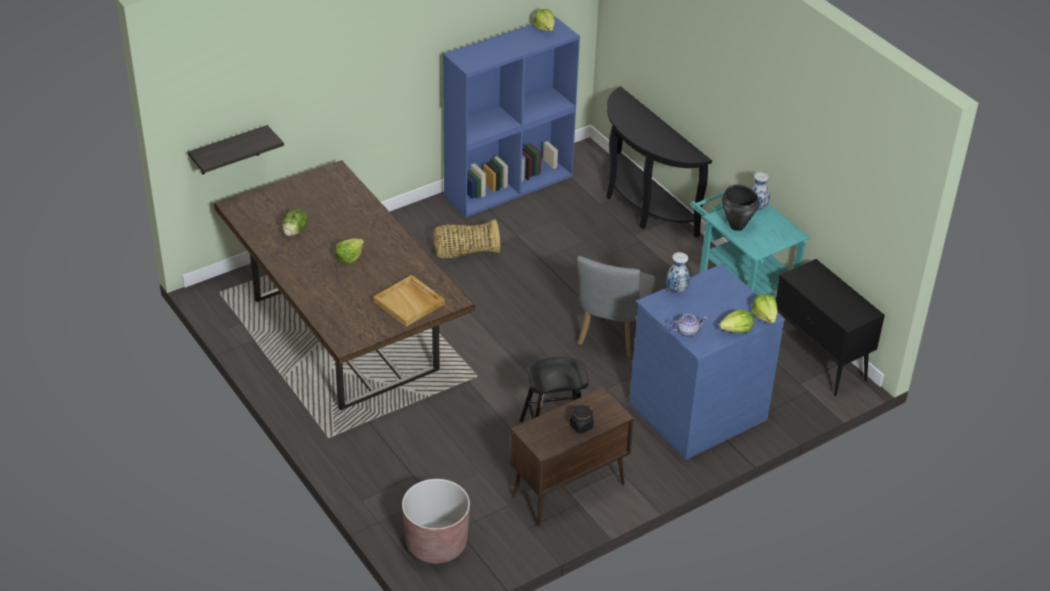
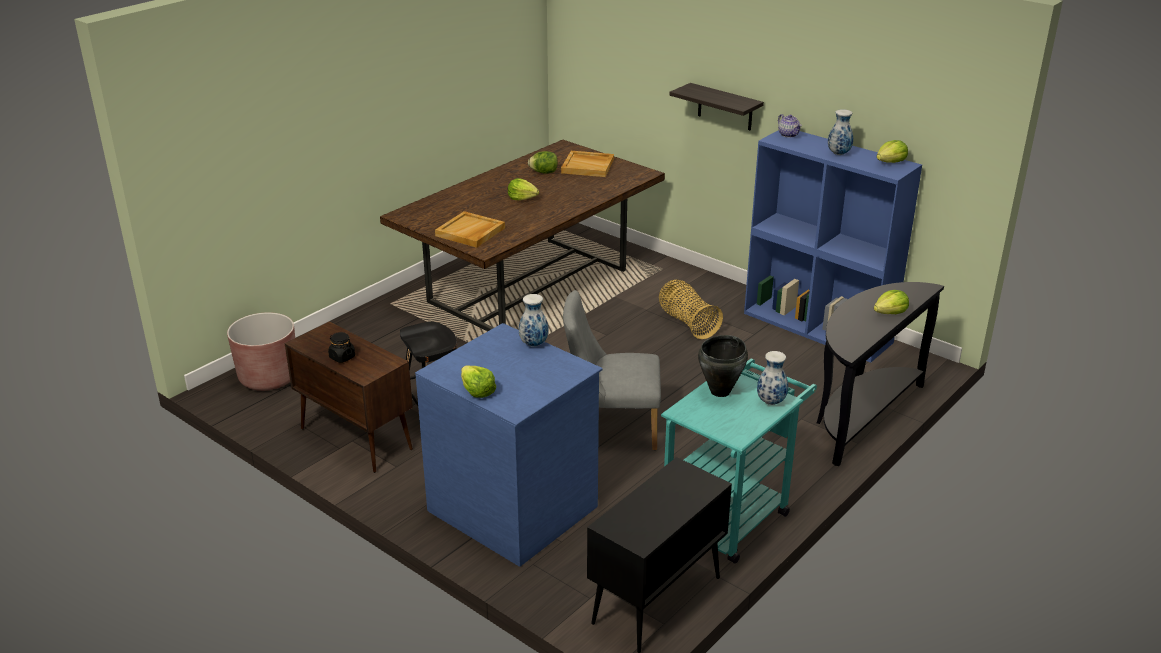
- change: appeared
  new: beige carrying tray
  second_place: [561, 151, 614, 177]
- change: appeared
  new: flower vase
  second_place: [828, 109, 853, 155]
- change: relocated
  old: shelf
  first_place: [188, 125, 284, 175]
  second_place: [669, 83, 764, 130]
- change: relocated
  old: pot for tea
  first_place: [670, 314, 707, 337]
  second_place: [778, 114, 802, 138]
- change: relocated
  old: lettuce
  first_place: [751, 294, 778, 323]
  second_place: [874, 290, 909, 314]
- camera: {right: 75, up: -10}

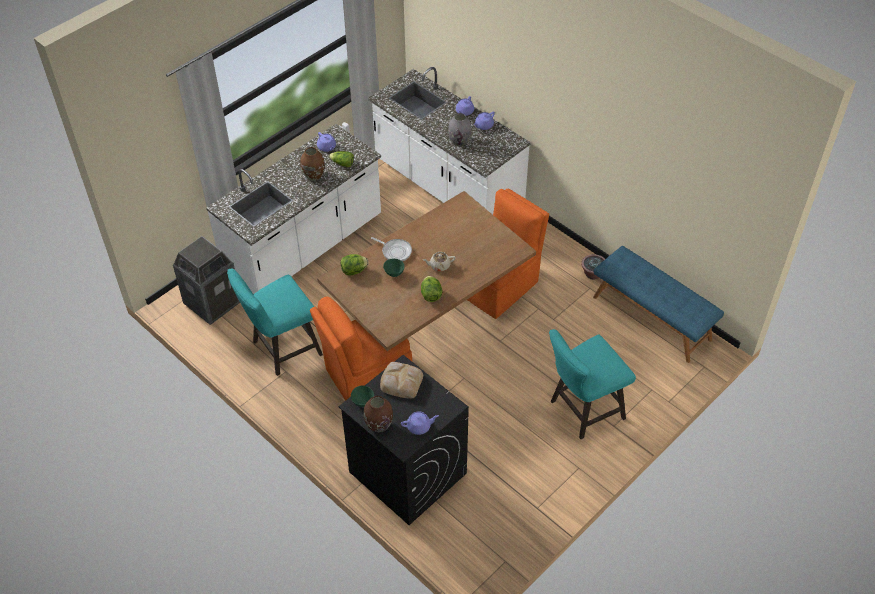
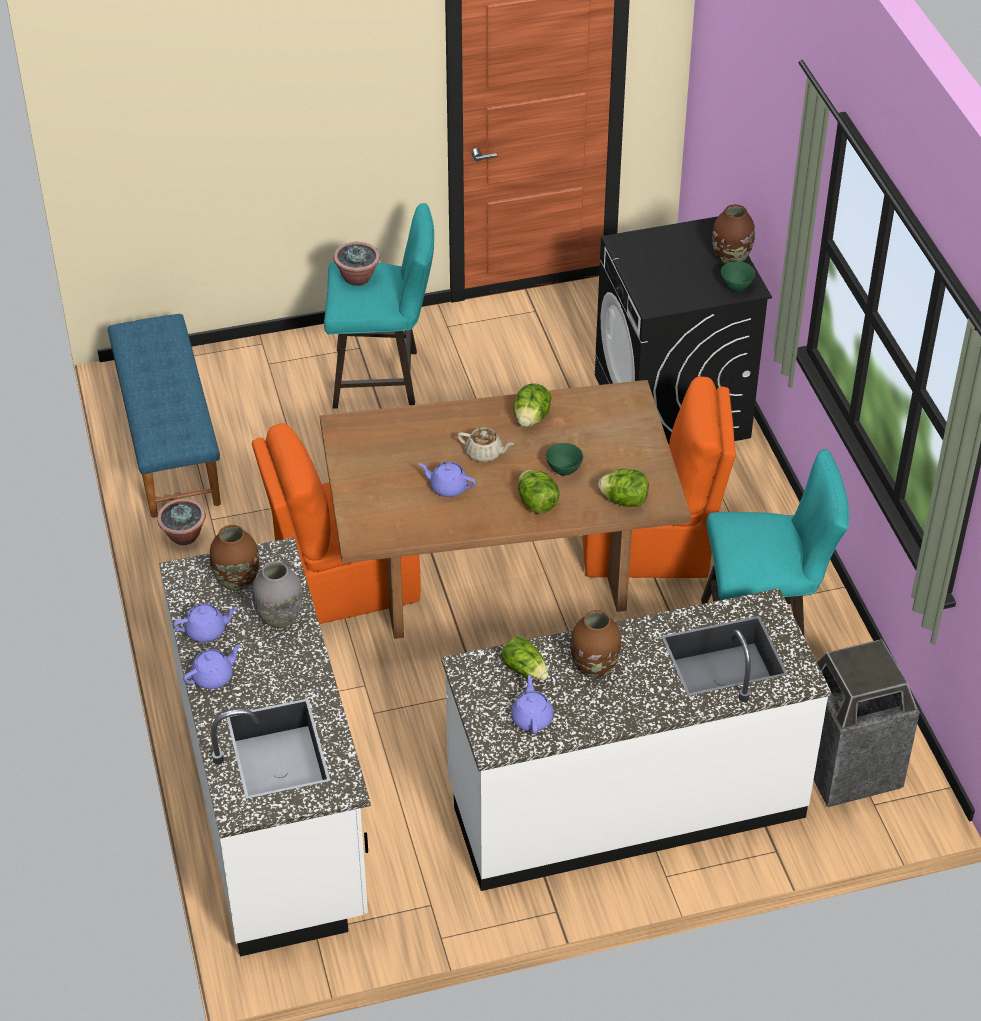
- change: missing
  old: baked bread
  first_place: [380, 362, 423, 399]
- change: appeared
  new: brownish flower vase
  second_place: [210, 525, 259, 591]
- change: appeared
  new: potted plant
  second_place: [333, 242, 380, 286]
- change: relocated
  old: purplish pot for tea
  first_place: [401, 411, 439, 435]
  second_place: [419, 462, 476, 497]
- change: exchanged
  old: frying pan
  new: lettuce
  first_place: [371, 237, 412, 261]
  second_place: [518, 470, 559, 514]
- camera: {right: -150, up: -5}

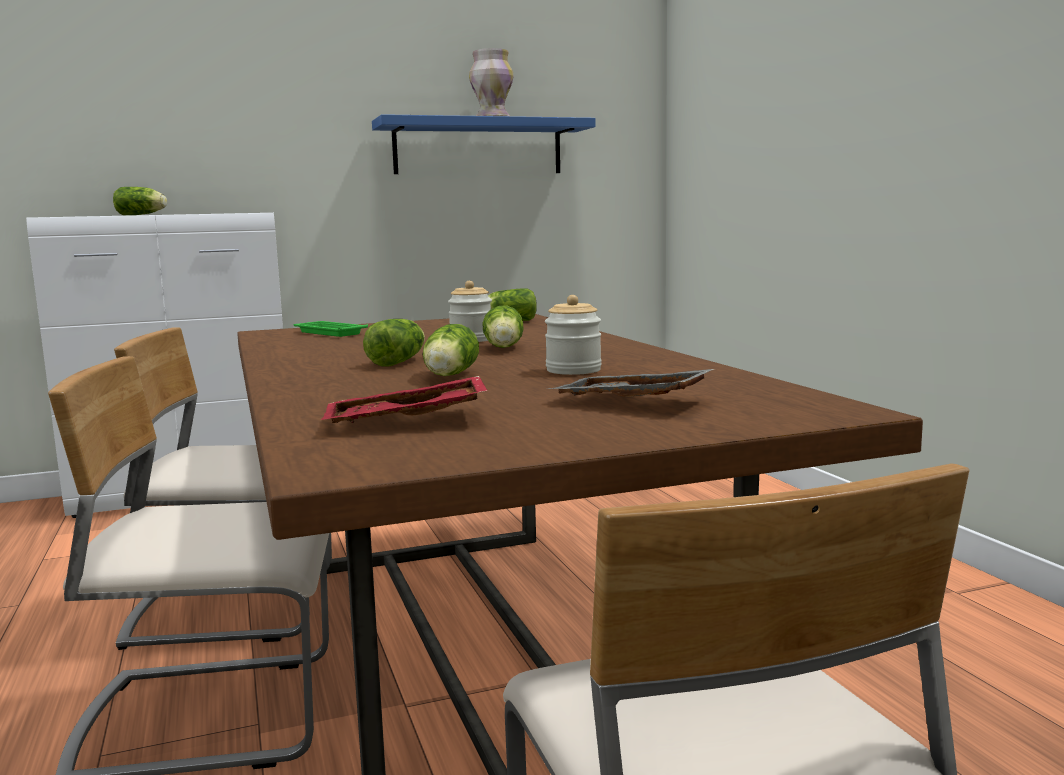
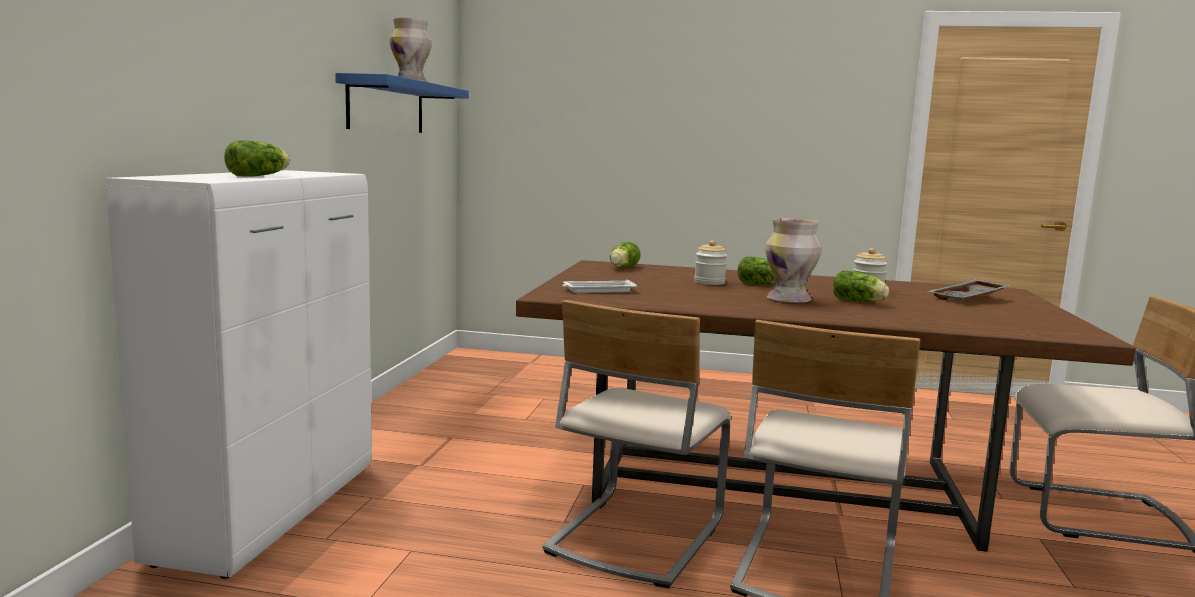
- change: missing
  old: red-coloured carrying tray
  first_place: [321, 376, 488, 423]
- change: exchanged
  old: lettuce
  new: flower vase
  first_place: [363, 319, 425, 367]
  second_place: [765, 218, 822, 303]
- change: colour
  old: green carrying tray
  new: whitish carrying tray
  first_place: [293, 321, 368, 337]
  second_place: [562, 280, 637, 293]
- camera: {right: -60, up: 0}

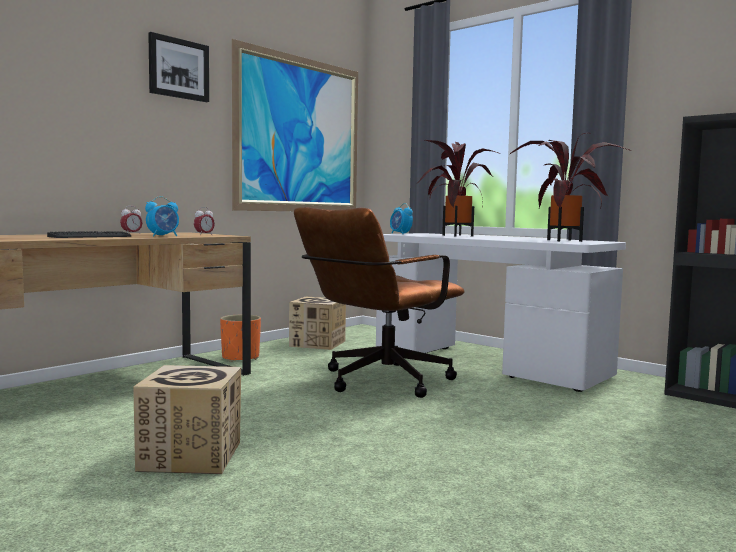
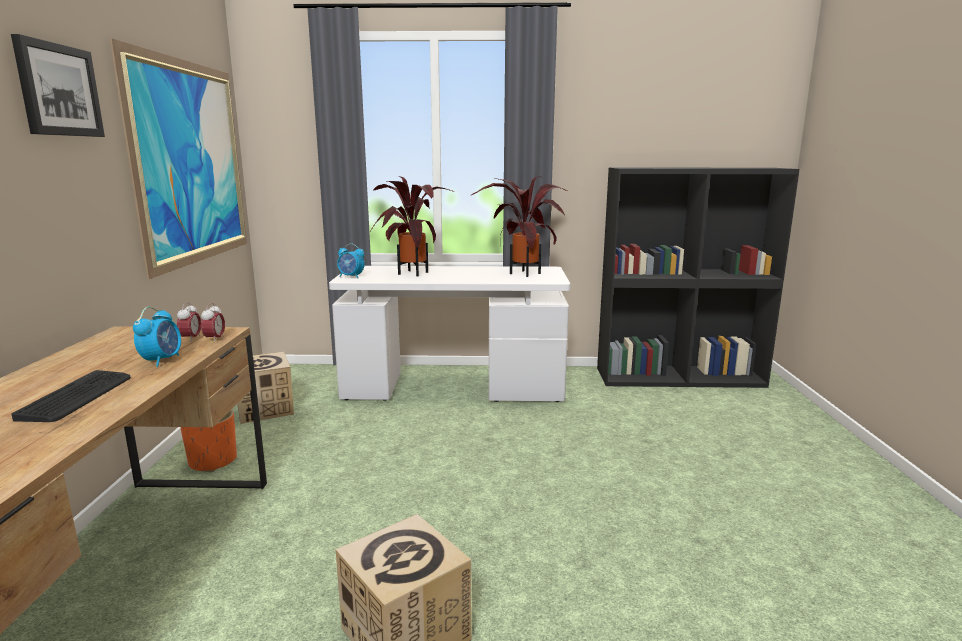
- change: missing
  old: brownish desk chair
  first_place: [294, 207, 465, 398]
- change: relocated
  old: alarm clock
  first_place: [120, 206, 143, 234]
  second_place: [201, 303, 225, 343]
- camera: {right: -40, up: 10}

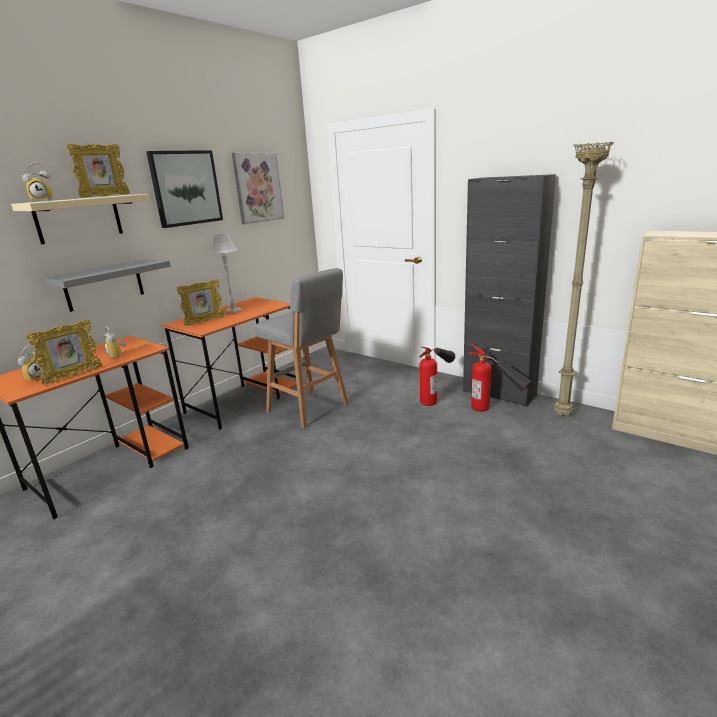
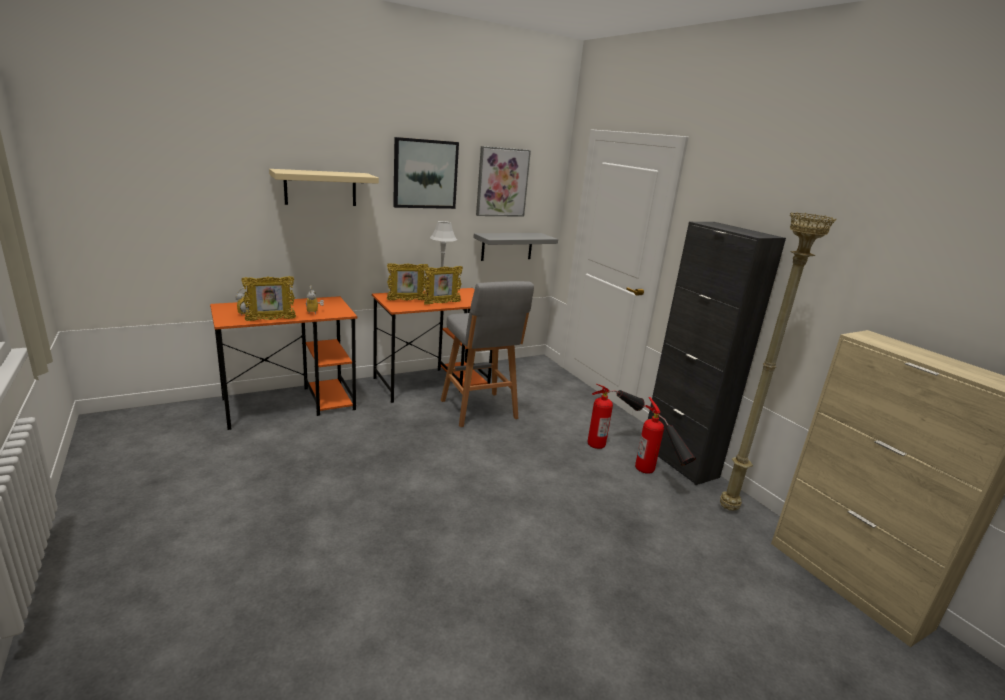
- change: missing
  old: alarm clock
  first_place: [22, 163, 54, 202]
- change: relocated
  old: gray shelf
  first_place: [44, 258, 171, 312]
  second_place: [473, 233, 558, 261]
- change: relocated
  old: photo frame
  first_place: [66, 144, 130, 198]
  second_place: [424, 266, 463, 305]
- camera: {right: 20, up: 0}

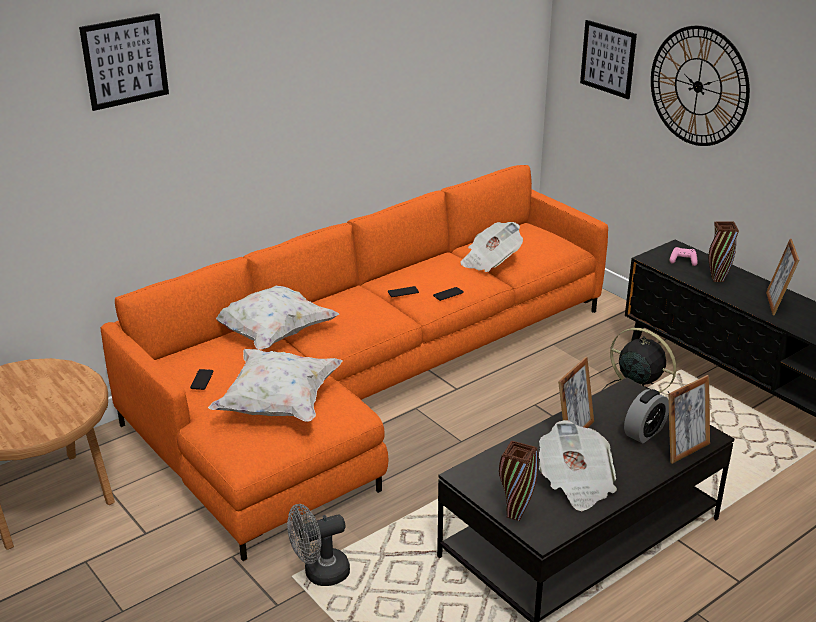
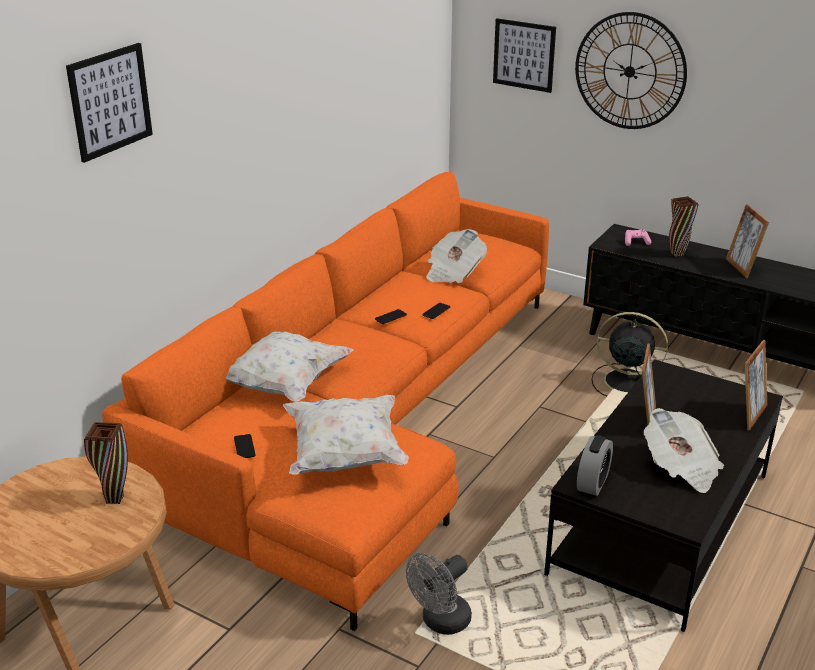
- change: relocated
  old: brownish flower vase
  first_place: [499, 441, 538, 521]
  second_place: [84, 422, 128, 504]
- change: relocated
  old: alarm clock
  first_place: [624, 389, 669, 444]
  second_place: [577, 435, 613, 496]
- camera: {right: -20, up: 0}

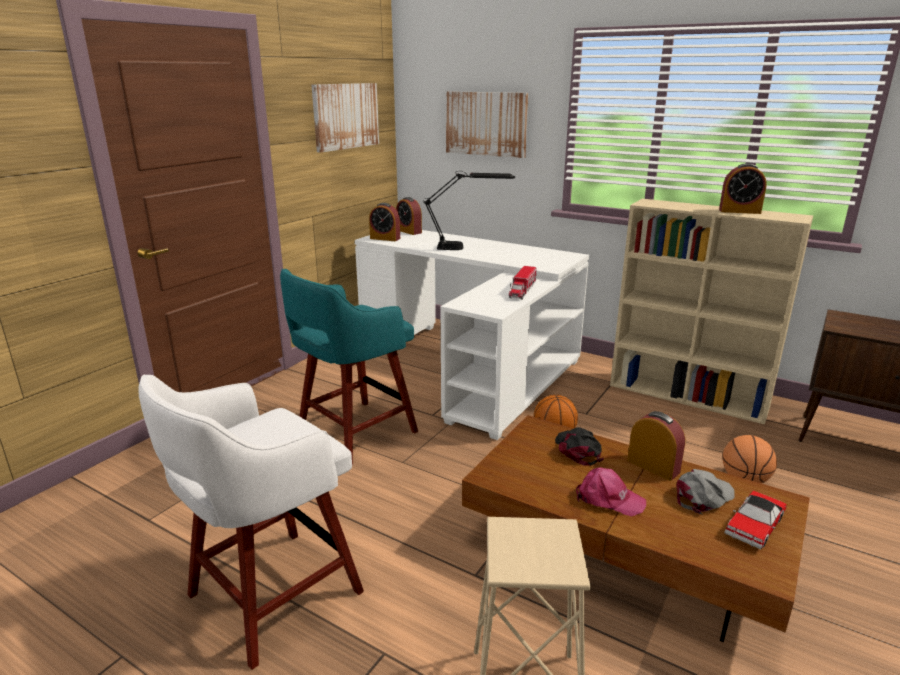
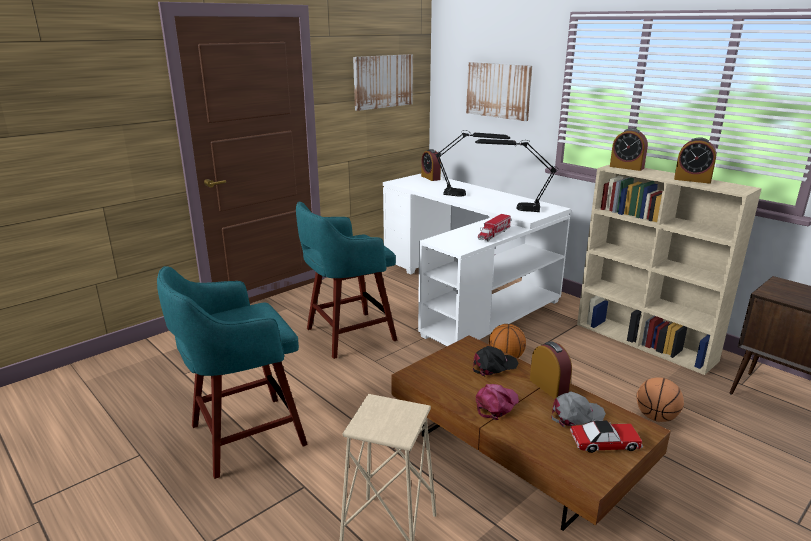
- change: appeared
  new: black-coloured table lamp
  second_place: [475, 139, 557, 212]
- change: relocated
  old: alarm clock
  first_place: [369, 203, 400, 241]
  second_place: [610, 128, 648, 171]
- change: colour
  old: whitish sitting stool
  new: turquoise sitting stool
  first_place: [138, 375, 364, 670]
  second_place: [157, 266, 308, 479]
- change: spun
  old: black-coloured baseball cap
  first_place: [555, 427, 604, 466]
  second_place: [473, 346, 518, 377]
  degrees: 60
- change: spun
  old: pink-coloured baseball cap
  first_place: [576, 467, 646, 516]
  second_place: [476, 384, 519, 420]
  degrees: -90
- change: spun
  old: toy car
  first_place: [724, 491, 787, 549]
  second_place: [570, 420, 643, 453]
  degrees: -150
- camera: {right: 15, up: 0}

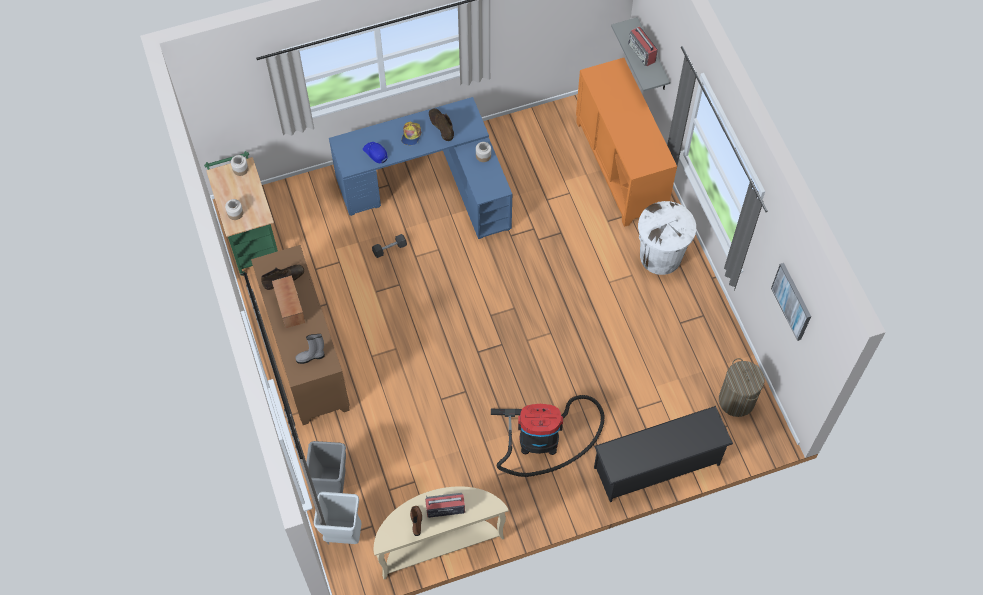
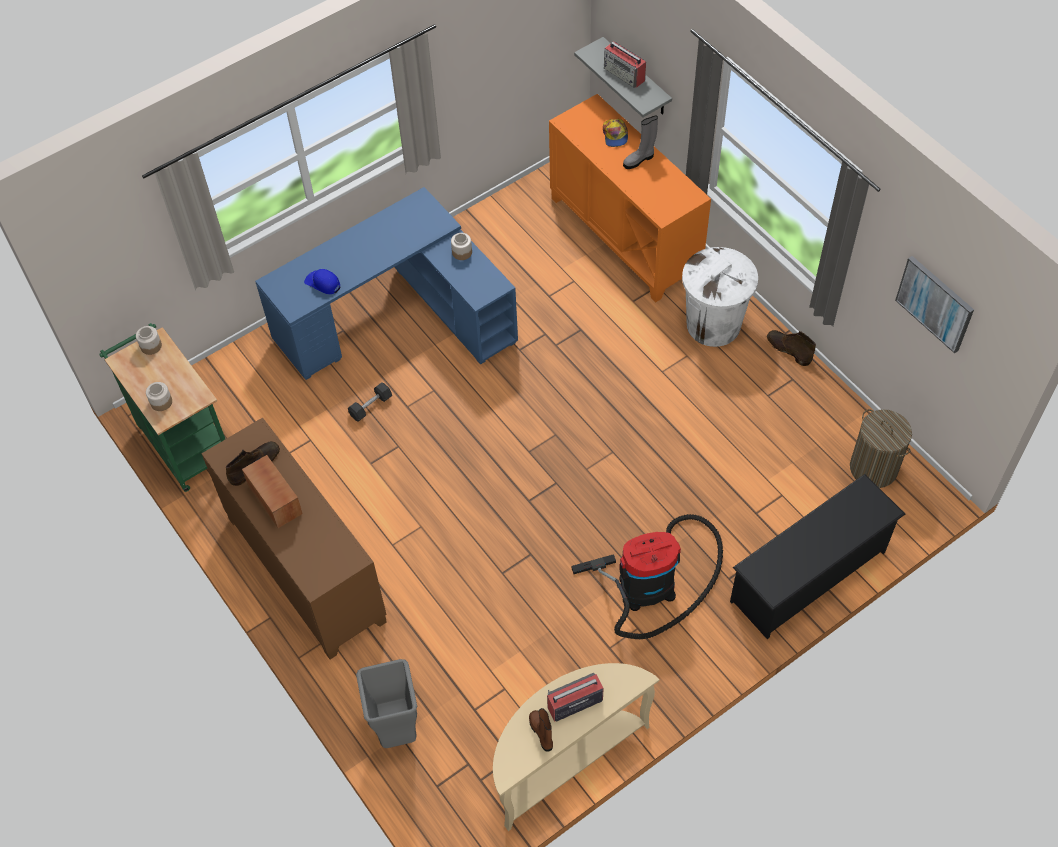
- change: missing
  old: gray waste bin
  first_place: [314, 492, 362, 544]
- change: relocated
  old: gray boot
  first_place: [295, 334, 325, 364]
  second_place: [623, 115, 658, 169]
- change: relocated
  old: baseball cap
  first_place: [401, 122, 422, 145]
  second_place: [603, 119, 628, 147]
- change: relocated
  old: brownish boot
  first_place: [429, 108, 454, 141]
  second_place: [767, 330, 816, 366]
- camera: {right: -15, up: -5}

